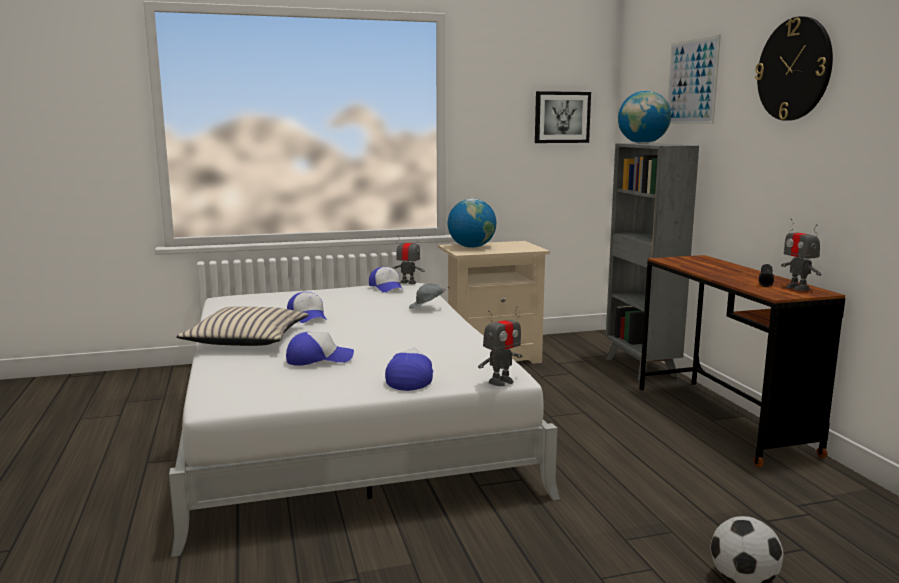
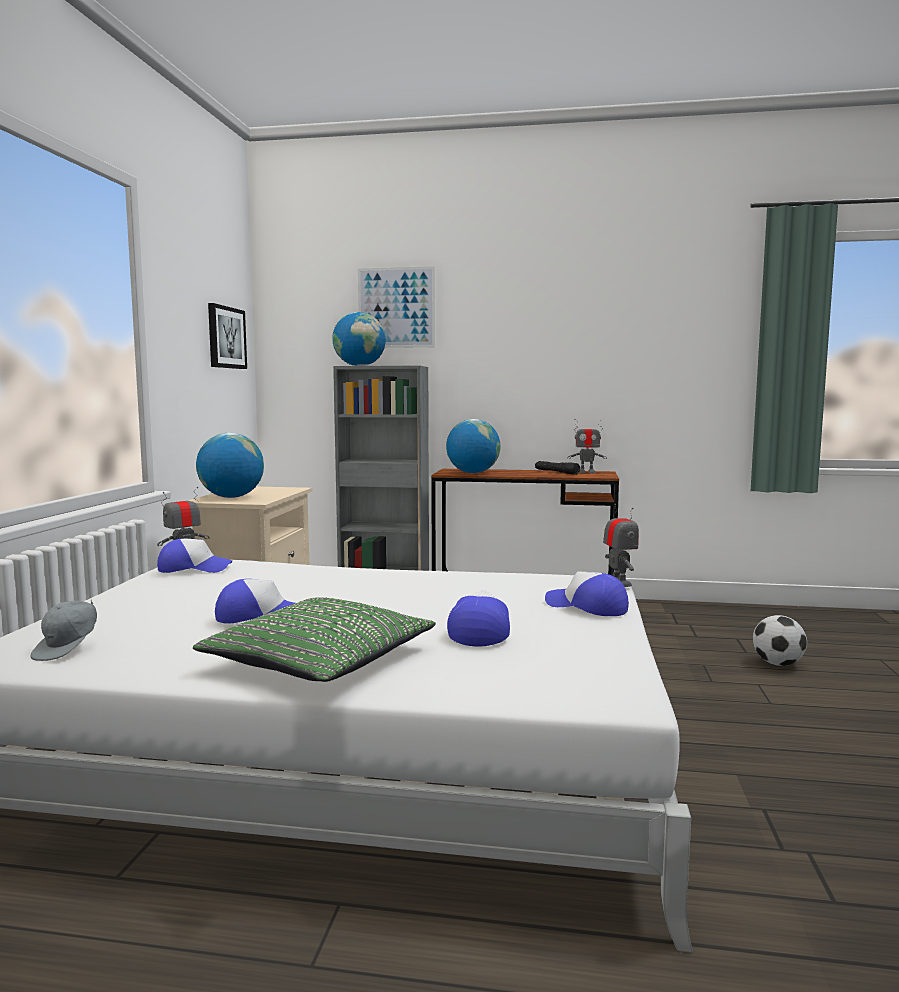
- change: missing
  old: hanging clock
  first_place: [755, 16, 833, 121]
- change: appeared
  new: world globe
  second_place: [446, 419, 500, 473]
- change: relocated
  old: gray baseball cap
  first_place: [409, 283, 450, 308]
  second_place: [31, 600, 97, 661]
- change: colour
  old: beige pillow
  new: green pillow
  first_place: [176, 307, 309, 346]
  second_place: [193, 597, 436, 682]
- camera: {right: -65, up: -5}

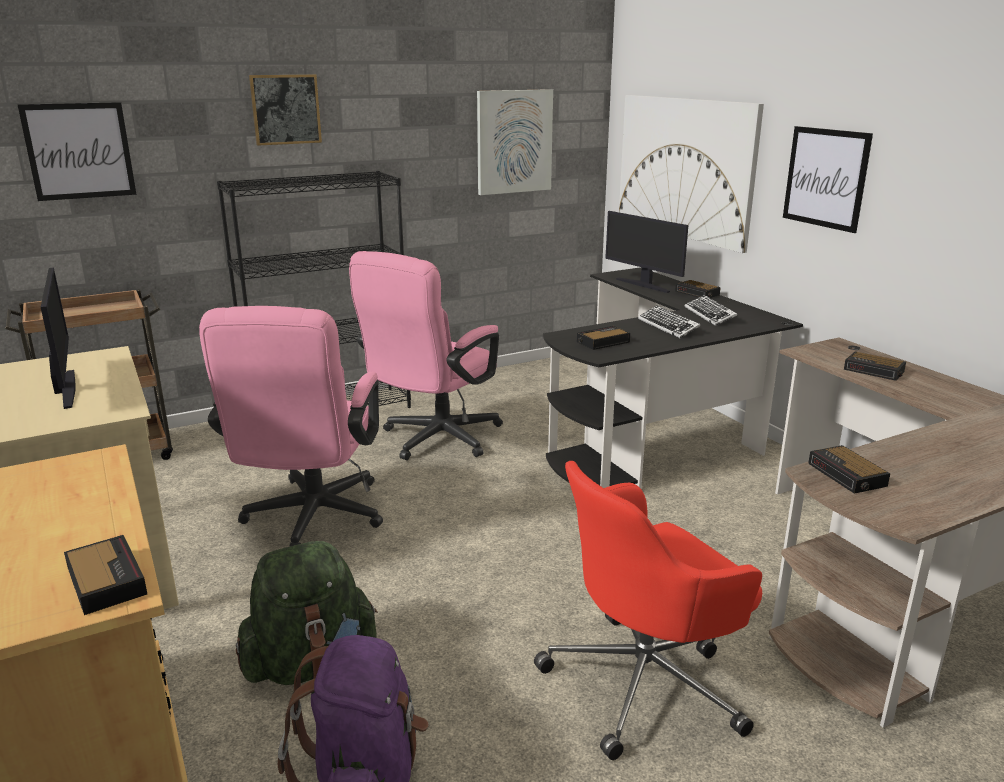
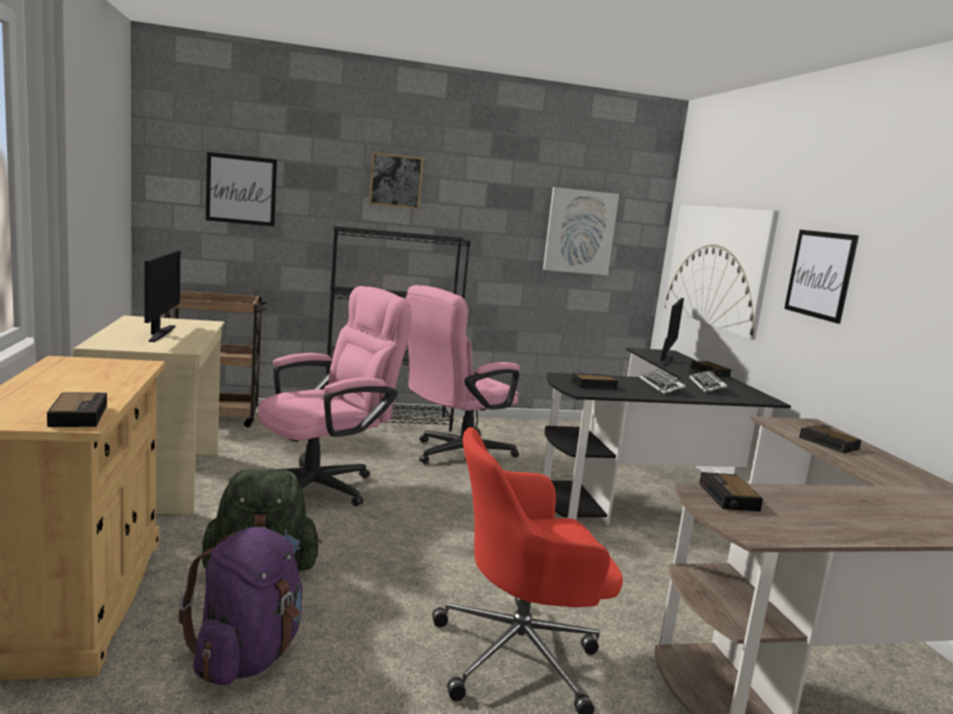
- change: spun
  old: pink-coloured desk chair
  first_place: [199, 306, 383, 547]
  second_place: [258, 286, 411, 506]
  degrees: -150
- change: spun
  old: monitor
  first_place: [605, 211, 688, 293]
  second_place: [661, 298, 684, 366]
  degrees: -135
- camera: {right: 15, up: -10}

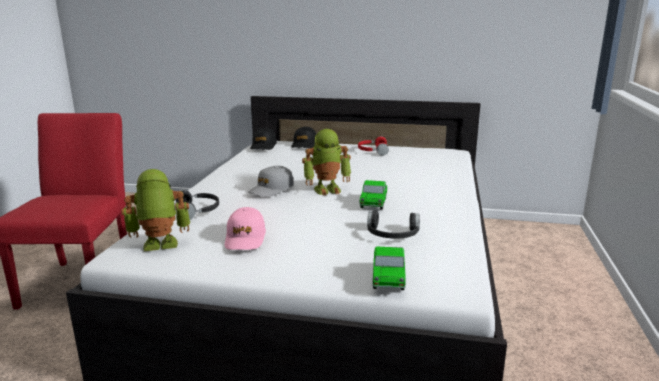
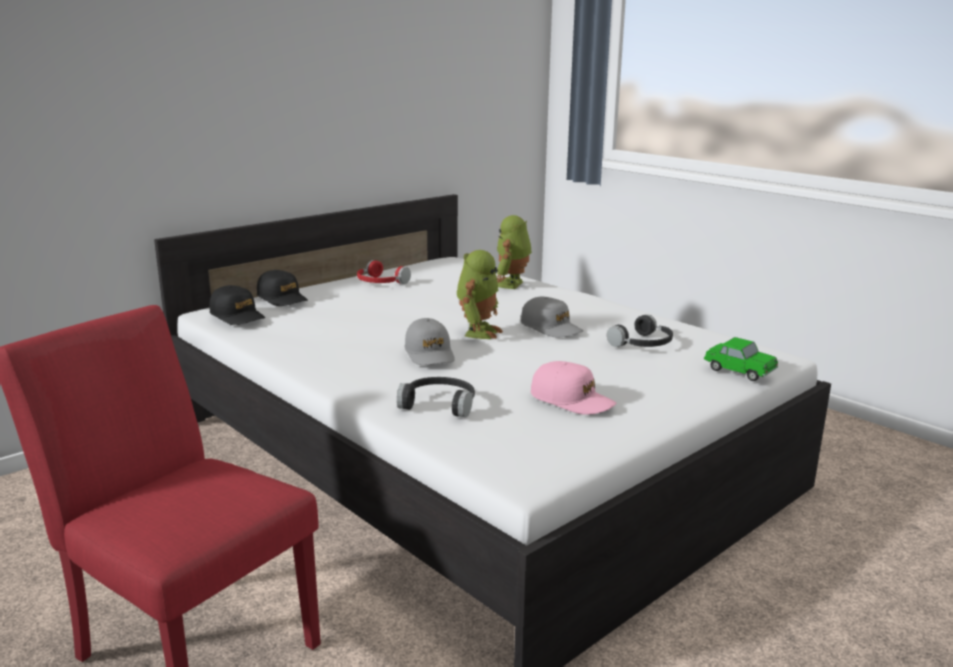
- change: relocated
  old: robot figure
  first_place: [121, 169, 190, 251]
  second_place: [497, 215, 532, 289]
- change: exchanged
  old: toy car
  new: gray baseball cap
  first_place: [359, 180, 387, 210]
  second_place: [521, 296, 584, 337]
- camera: {right: -55, up: 0}

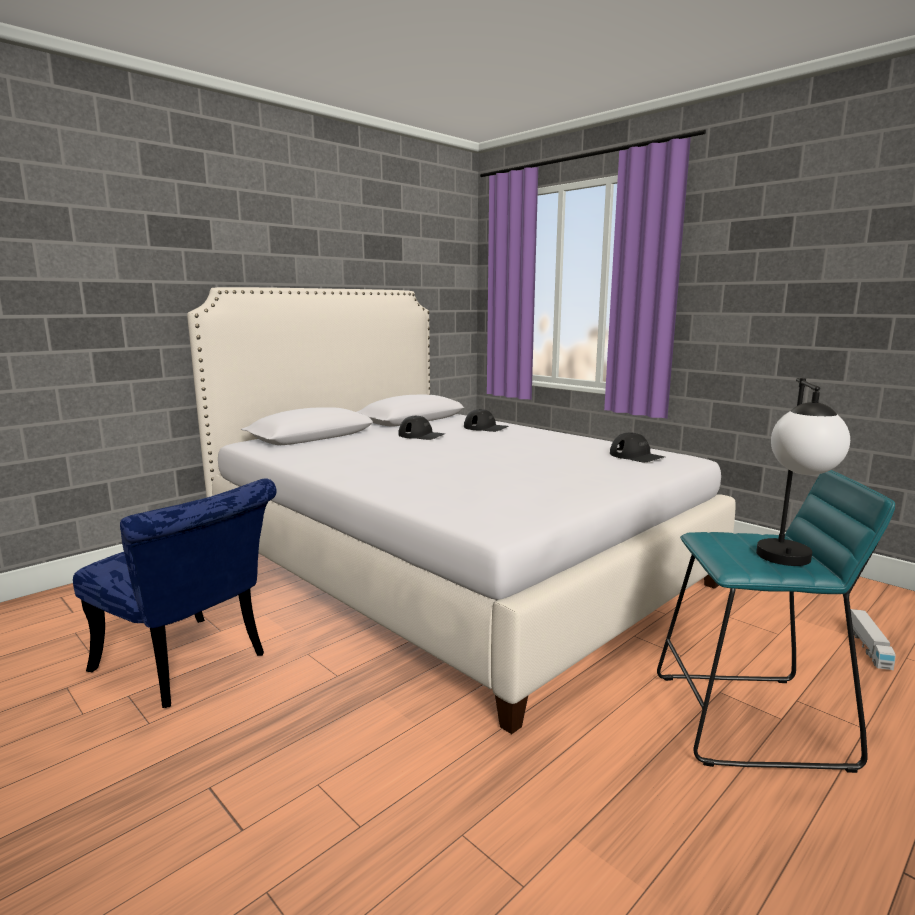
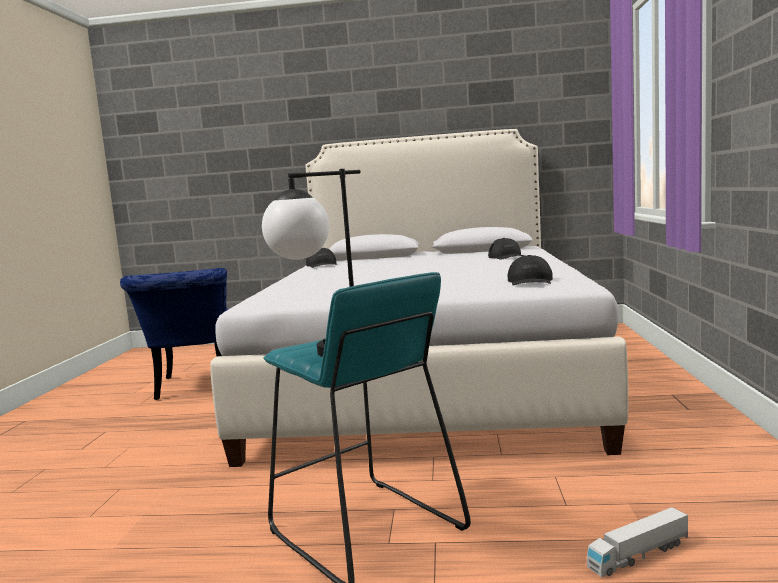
- change: relocated
  old: black-coloured baseball cap
  first_place: [399, 416, 445, 440]
  second_place: [306, 248, 336, 268]
- camera: {right: 50, up: -5}

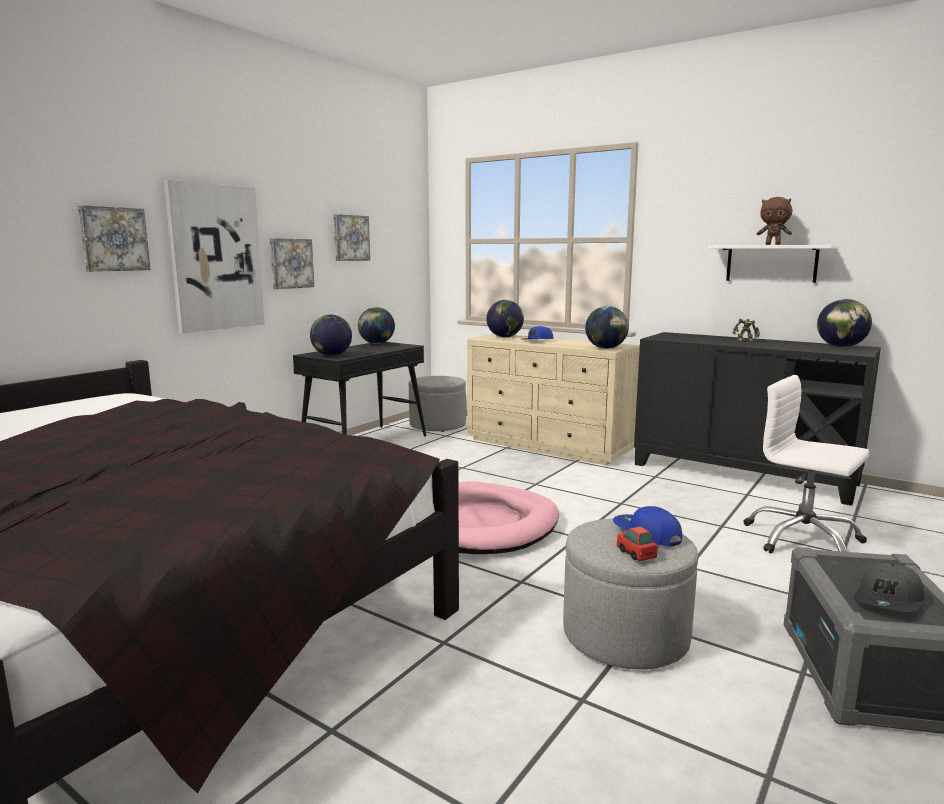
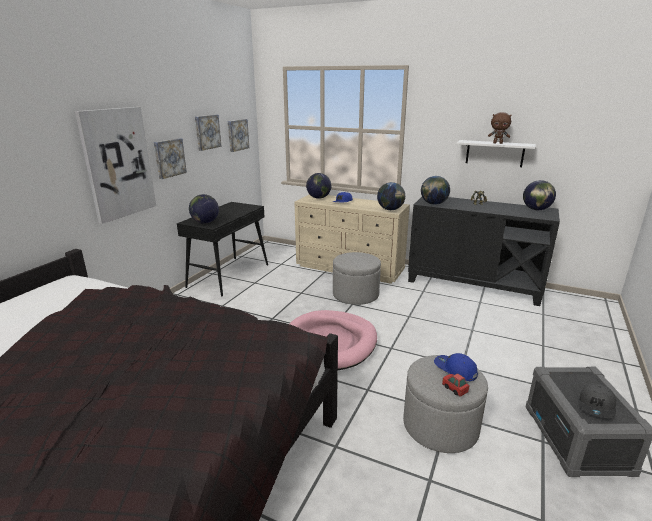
- change: missing
  old: whitish desk chair
  first_place: [743, 375, 870, 553]
- change: relocated
  old: picture
  first_place: [78, 205, 151, 272]
  second_place: [228, 119, 249, 152]
- change: relocated
  old: world globe
  first_place: [358, 307, 395, 344]
  second_place: [421, 176, 450, 205]
- change: relocated
  old: gray pouffe
  first_place: [409, 376, 466, 432]
  second_place: [333, 252, 381, 305]
- camera: {right: -10, up: 10}

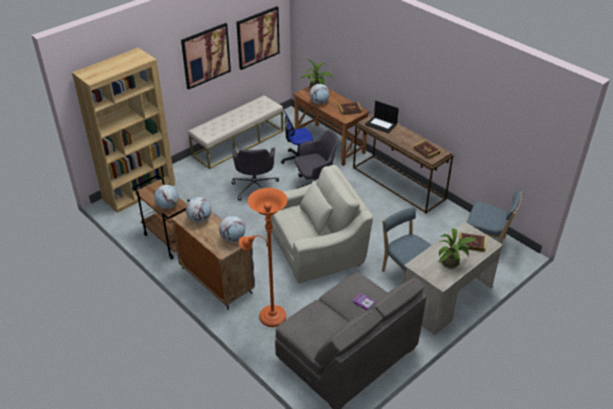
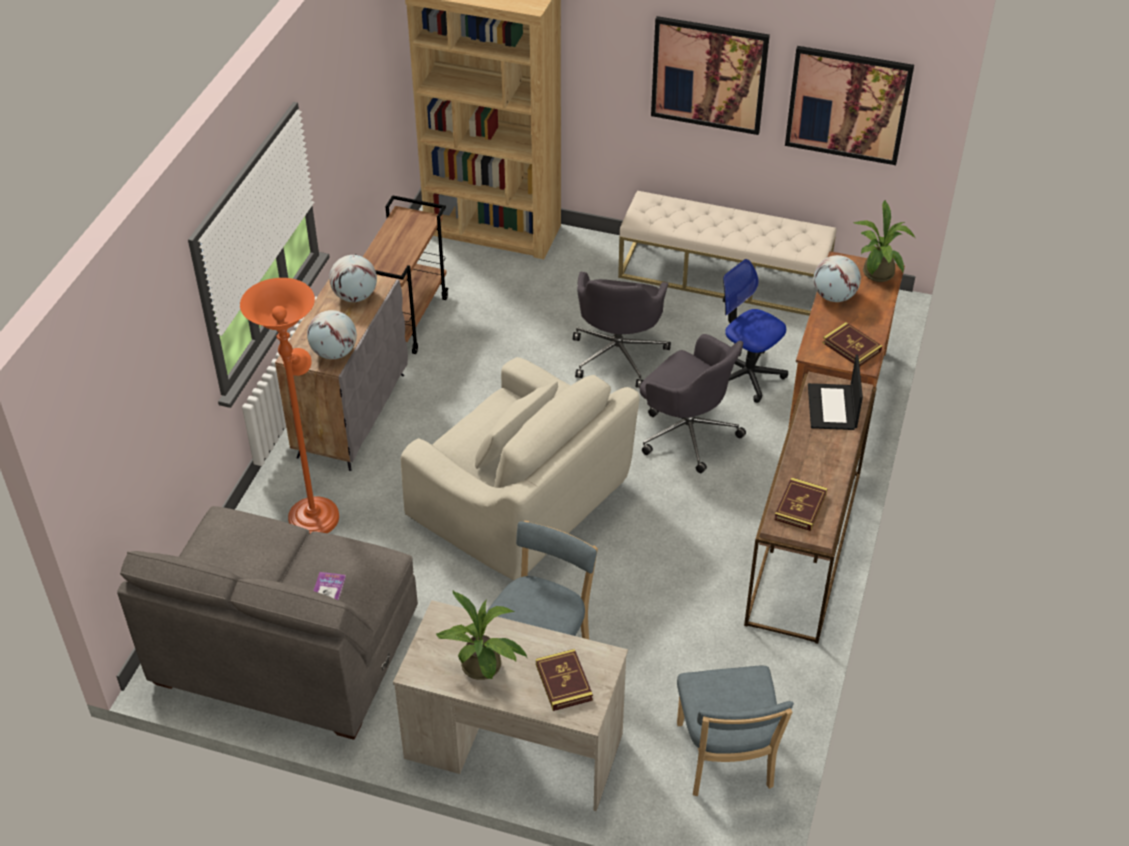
- change: missing
  old: world globe
  first_place: [154, 185, 179, 209]
- change: spun
  old: gray desk chair
  first_place: [232, 148, 279, 200]
  second_place: [573, 272, 671, 388]
  degrees: -45
- camera: {right: 60, up: 5}

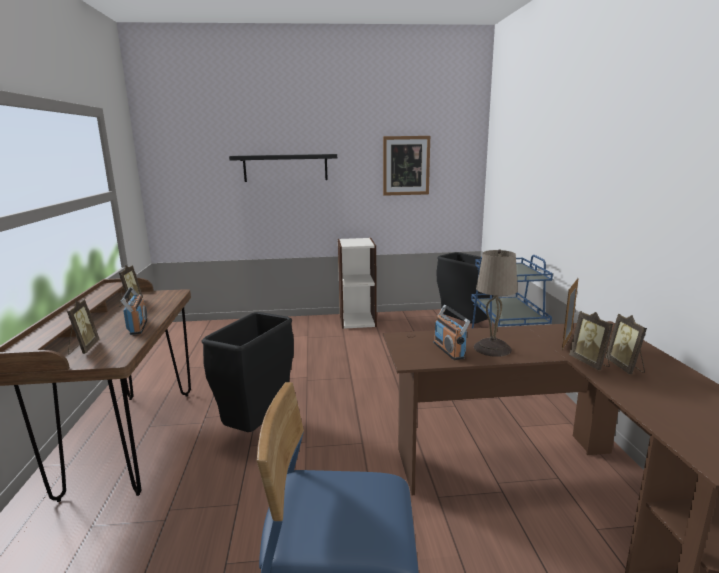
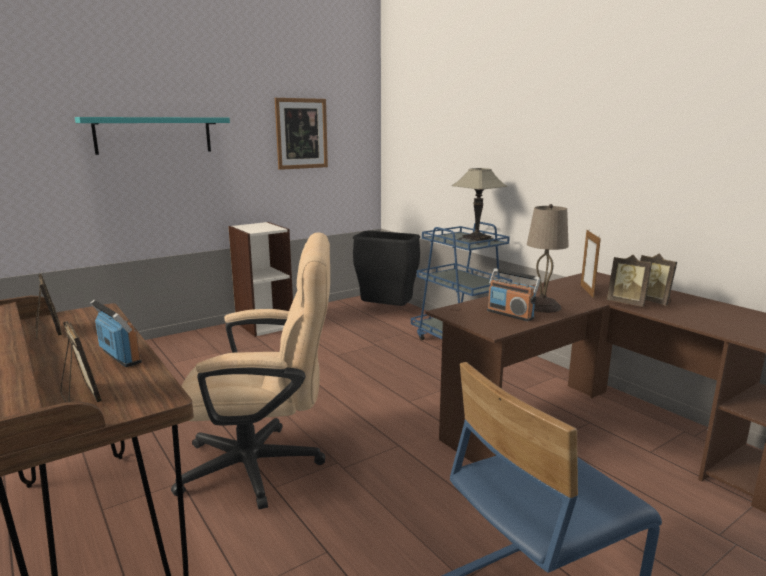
- change: appeared
  new: table lamp
  second_place: [452, 168, 507, 245]
- change: exchanged
  old: black-coloured waste bin
  new: beige desk chair
  first_place: [201, 312, 294, 432]
  second_place: [171, 232, 330, 509]
- change: colour
  old: black-coloured shelf
  new: turquoise shelf
  first_place: [229, 154, 337, 182]
  second_place: [75, 117, 230, 155]
- camera: {right: -30, up: 0}

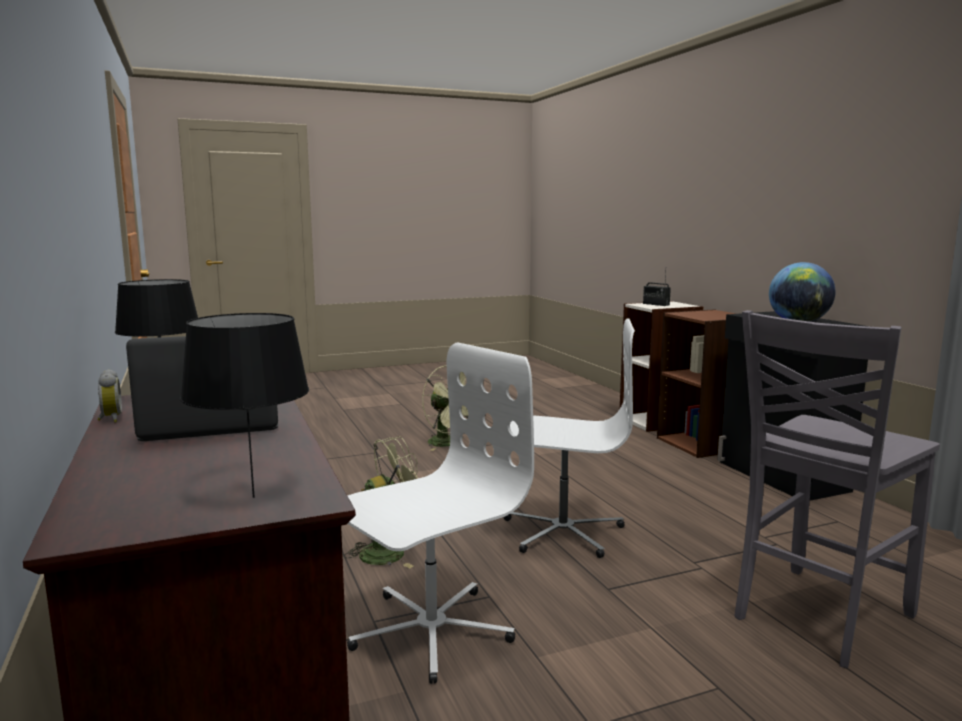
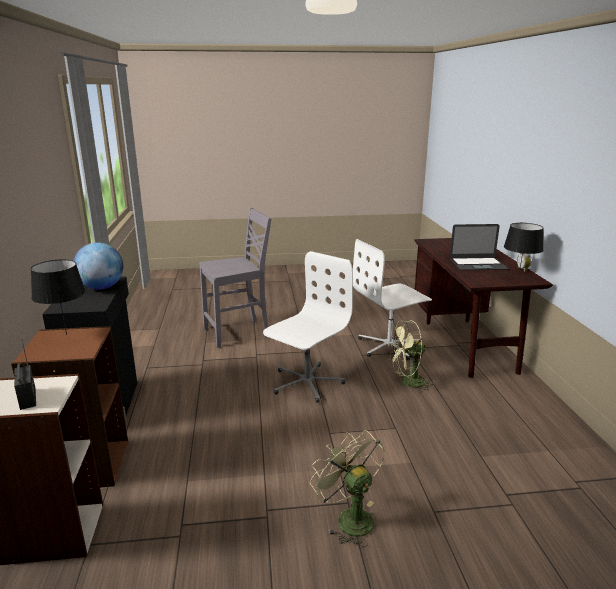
- change: relocated
  old: black-coloured table lamp
  first_place: [180, 313, 309, 498]
  second_place: [31, 259, 86, 335]
- change: spun
  old: whitish desk chair
  first_place: [504, 318, 635, 558]
  second_place: [263, 251, 353, 403]
  degrees: 105
- camera: {right: -165, up: 10}

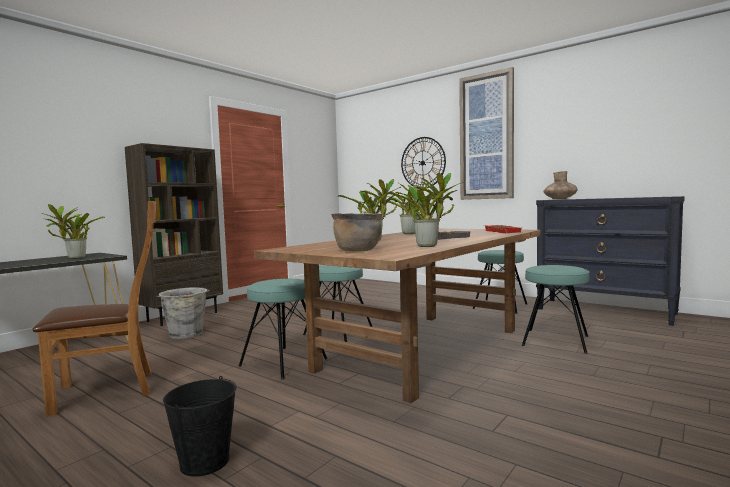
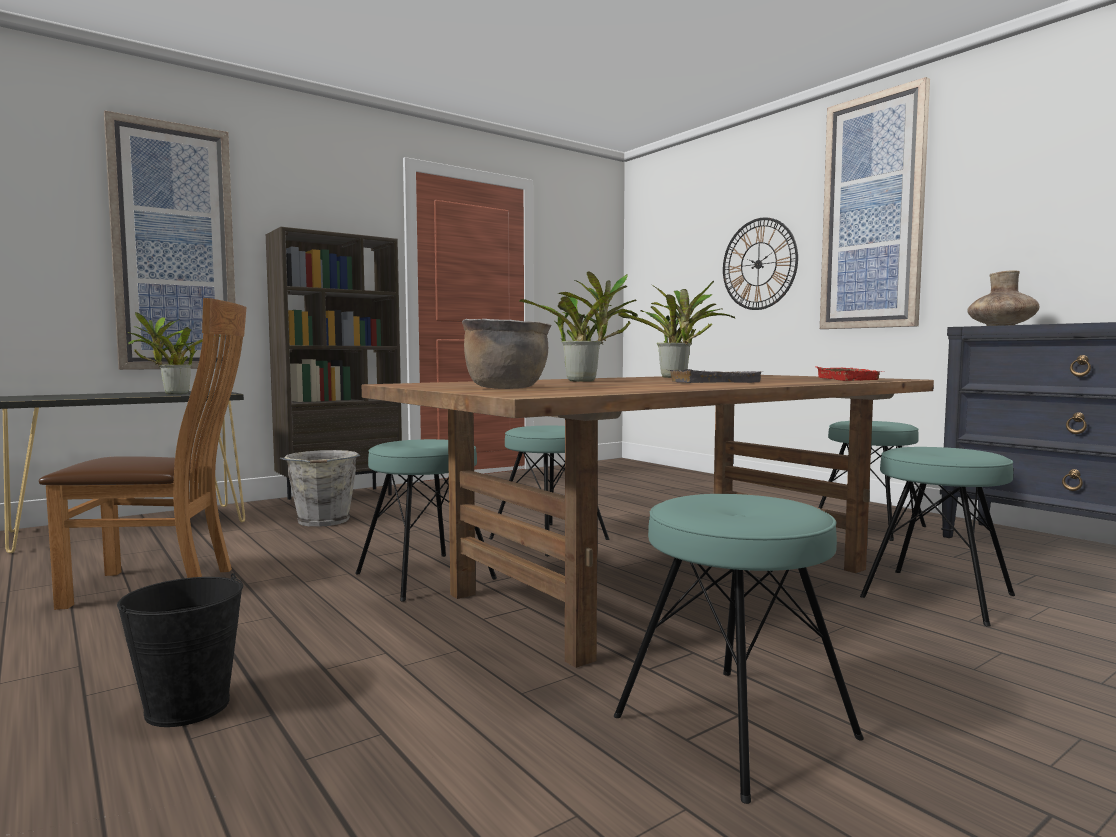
- change: missing
  old: potted plant
  first_place: [387, 173, 463, 247]
- change: appeared
  new: picture
  second_place: [104, 110, 236, 370]
- change: appeared
  new: turquoise sitting stool
  second_place: [614, 494, 864, 804]
- camera: {right: 15, up: 0}

